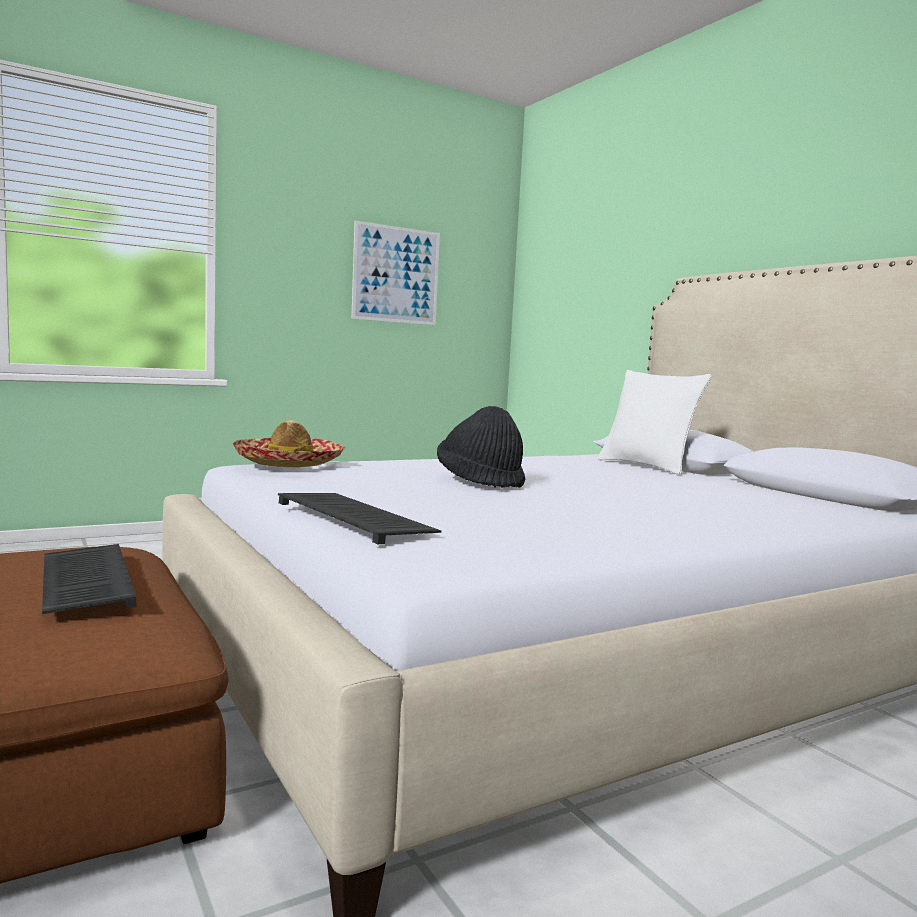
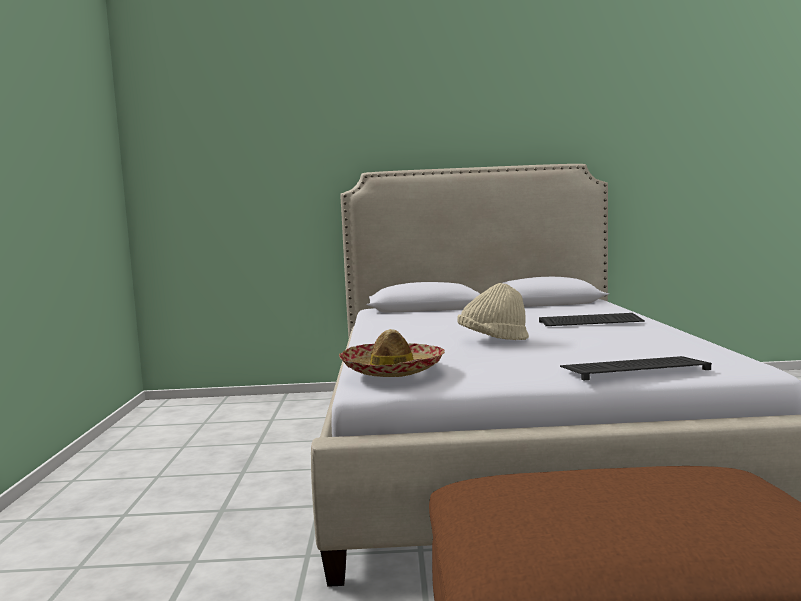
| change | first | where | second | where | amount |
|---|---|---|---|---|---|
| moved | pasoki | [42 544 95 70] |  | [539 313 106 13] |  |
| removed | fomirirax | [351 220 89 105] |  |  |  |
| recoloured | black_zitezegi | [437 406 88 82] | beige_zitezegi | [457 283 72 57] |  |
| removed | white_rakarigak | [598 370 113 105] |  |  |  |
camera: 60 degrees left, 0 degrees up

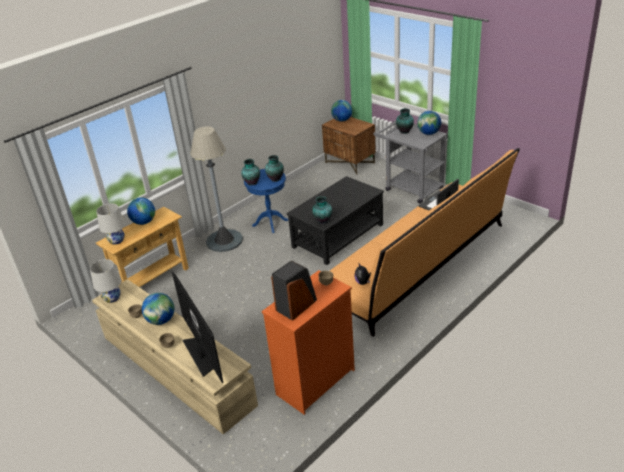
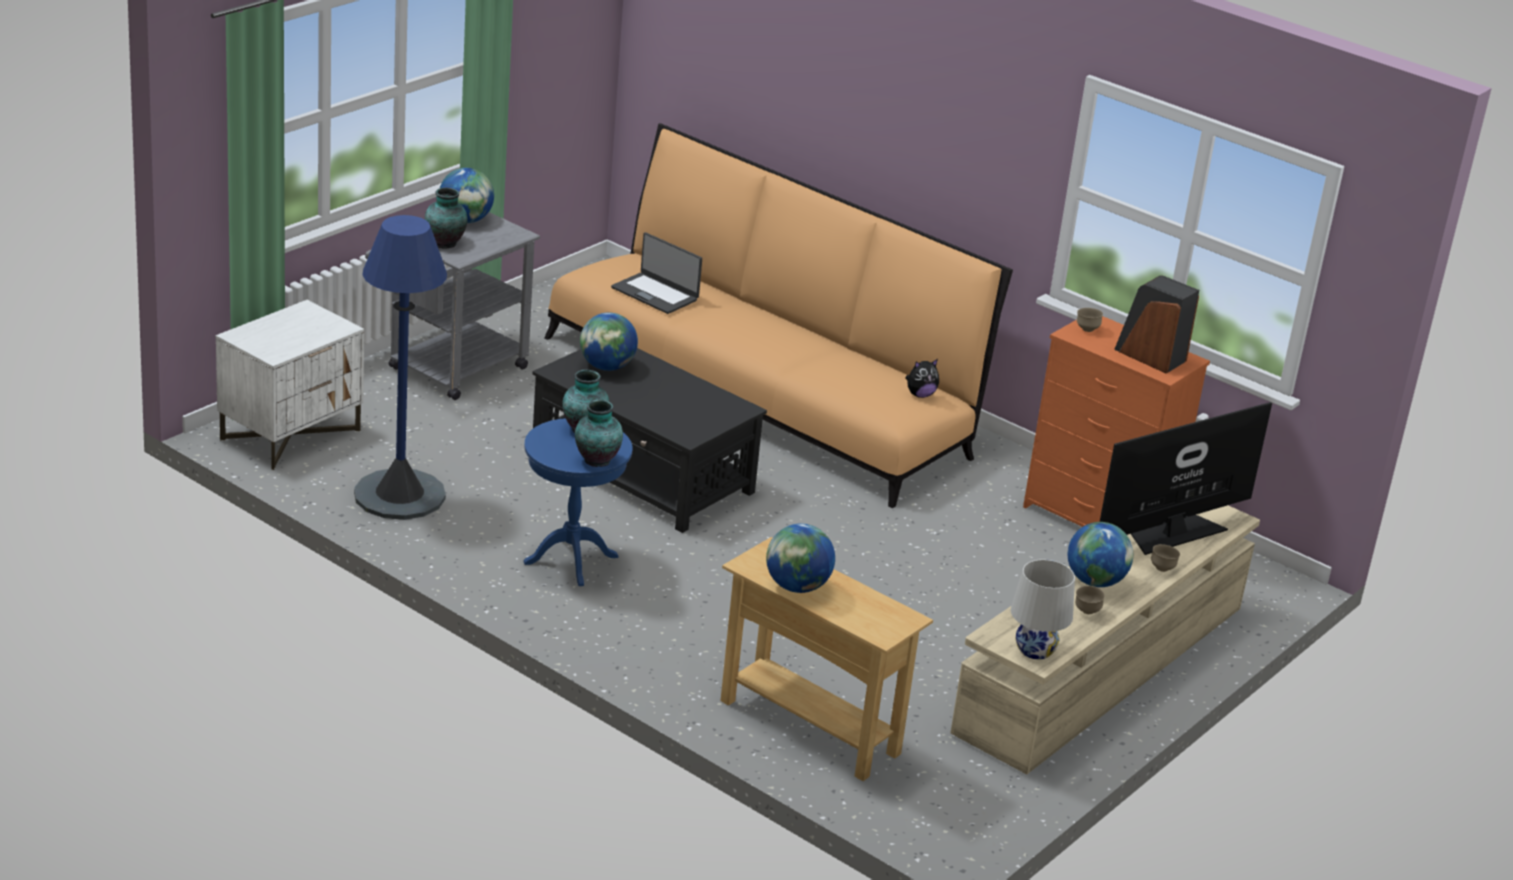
| change | first | where | second | where | amount |
|---|---|---|---|---|---|
| removed | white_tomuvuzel | [96 203 29 42] |  |  |  |
| removed | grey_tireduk | [190 127 53 125] |  |  |  |
| removed | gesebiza | [312 196 20 28] |  |  |  |
| recoloured | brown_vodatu | [322 117 54 58] | white_vodatu | [216 300 148 171] |  |
| moved | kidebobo | [331 100 21 22] |  | [580 312 58 59] |  |
| added |  |  | blue_tireduk | [354 215 93 305] |  |
camera: 100 degrees left, 5 degrees down

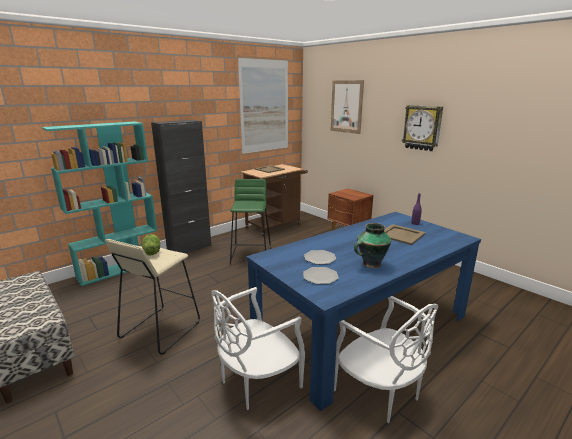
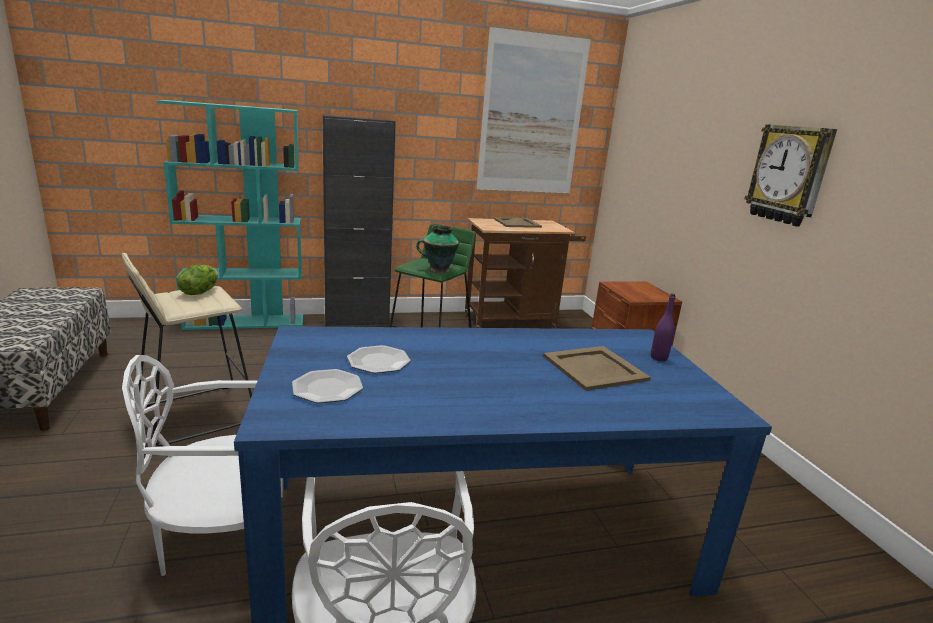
| change | first | where | second | where | amount |
|---|---|---|---|---|---|
| removed | fomirirax | [331 80 33 54] |  |  |  |
| moved | gesebiza | [354 223 38 45] |  | [416 225 43 48] |  |
camera: 25 degrees right, 0 degrees up

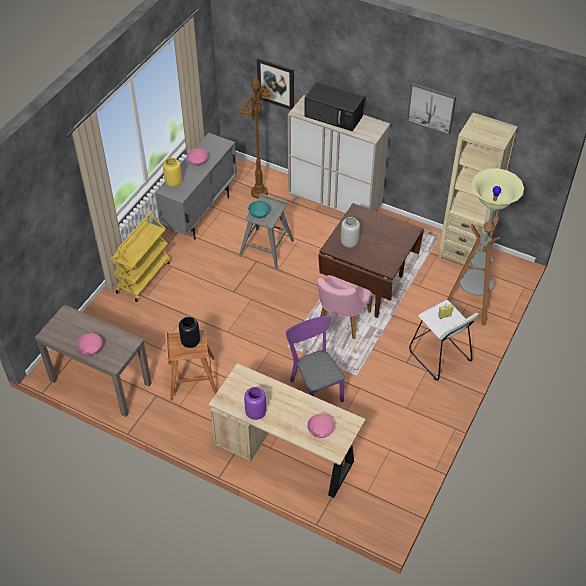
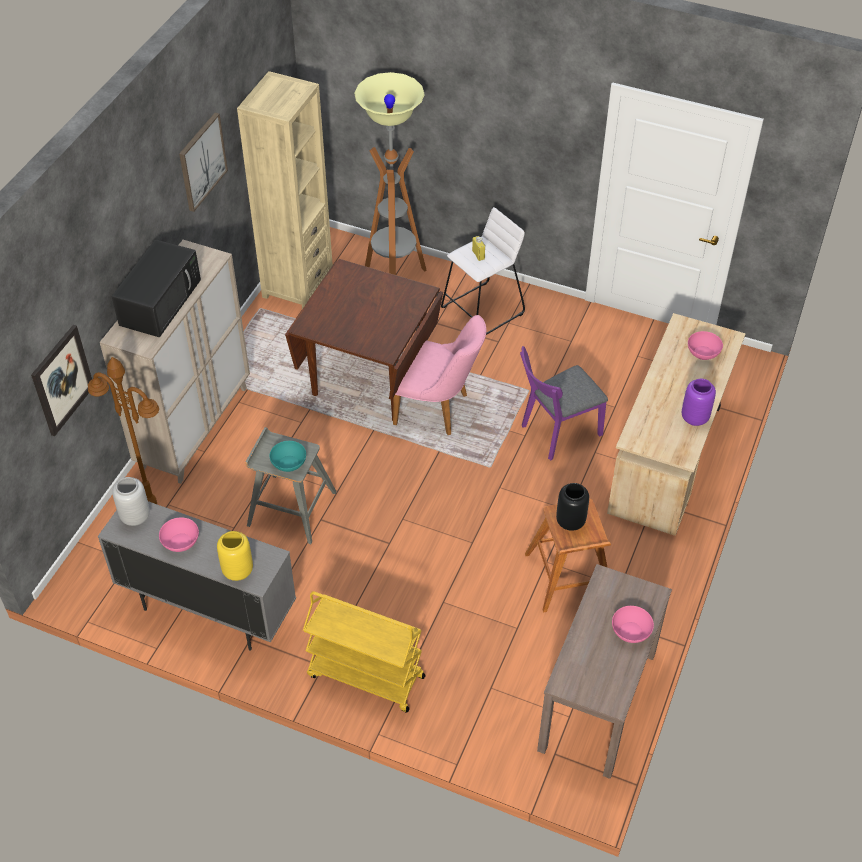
| change | first | where | second | where | amount |
|---|---|---|---|---|---|
| moved | grey_gesebiza | [341 217 19 31] |  | [112 477 38 49] |  |
camera: 95 degrees left, 0 degrees up

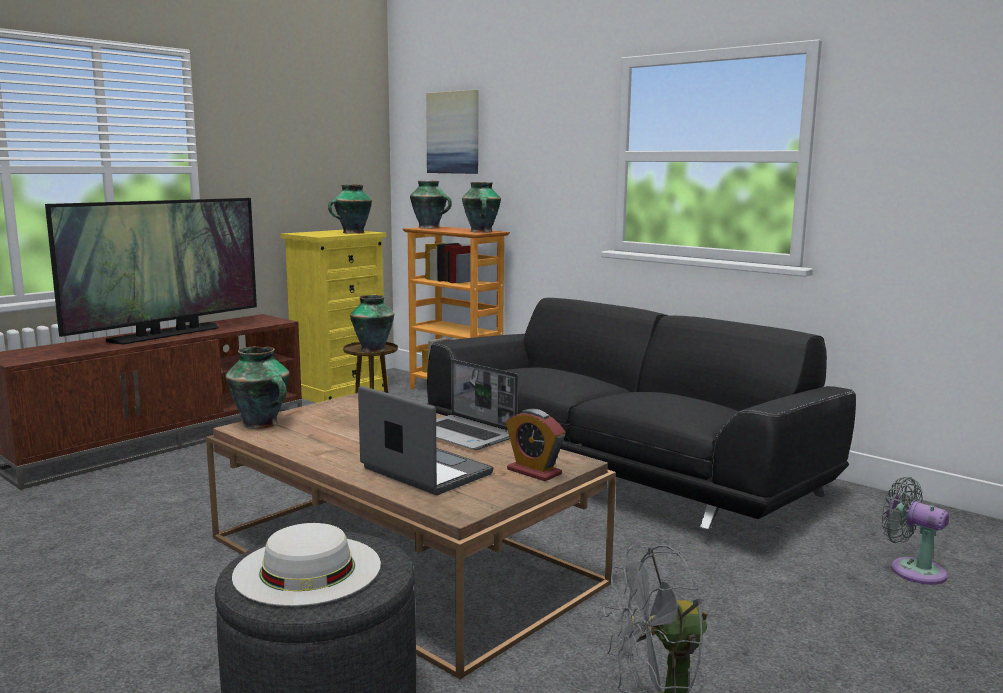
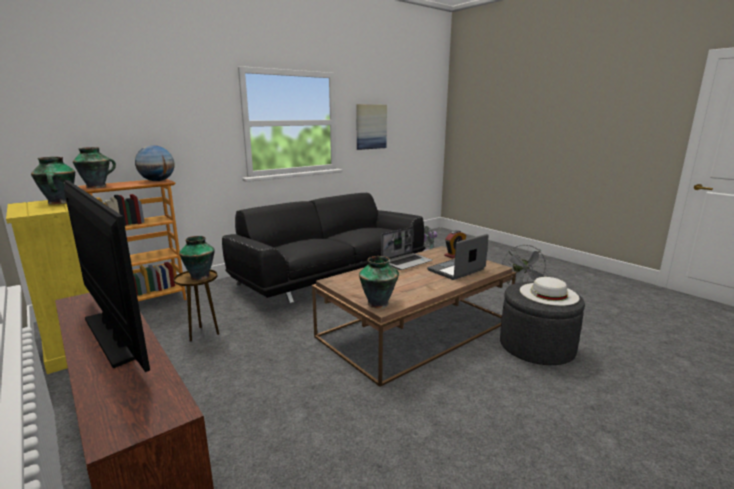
| change | first | where | second | where | amount |
|---|---|---|---|---|---|
| moved | fomirirax | [426 90 52 84] |  | [356 104 31 46] |  |
| replaced | gesebiza | [462 182 39 51] | kidebobo | [135 145 40 36] |  |
camera: 80 degrees left, 5 degrees up

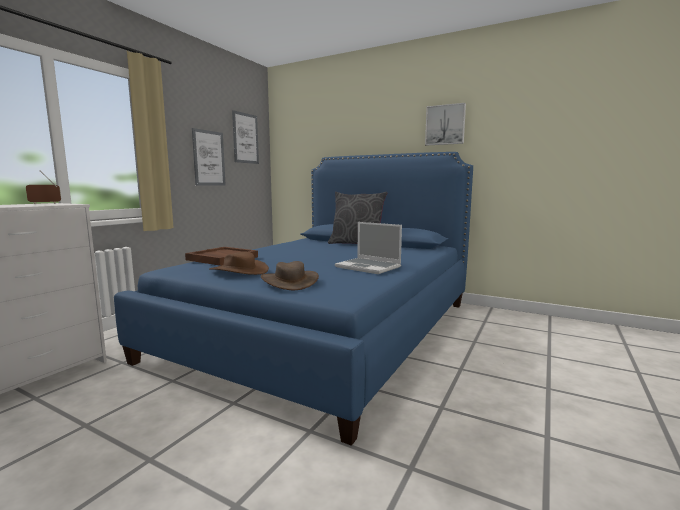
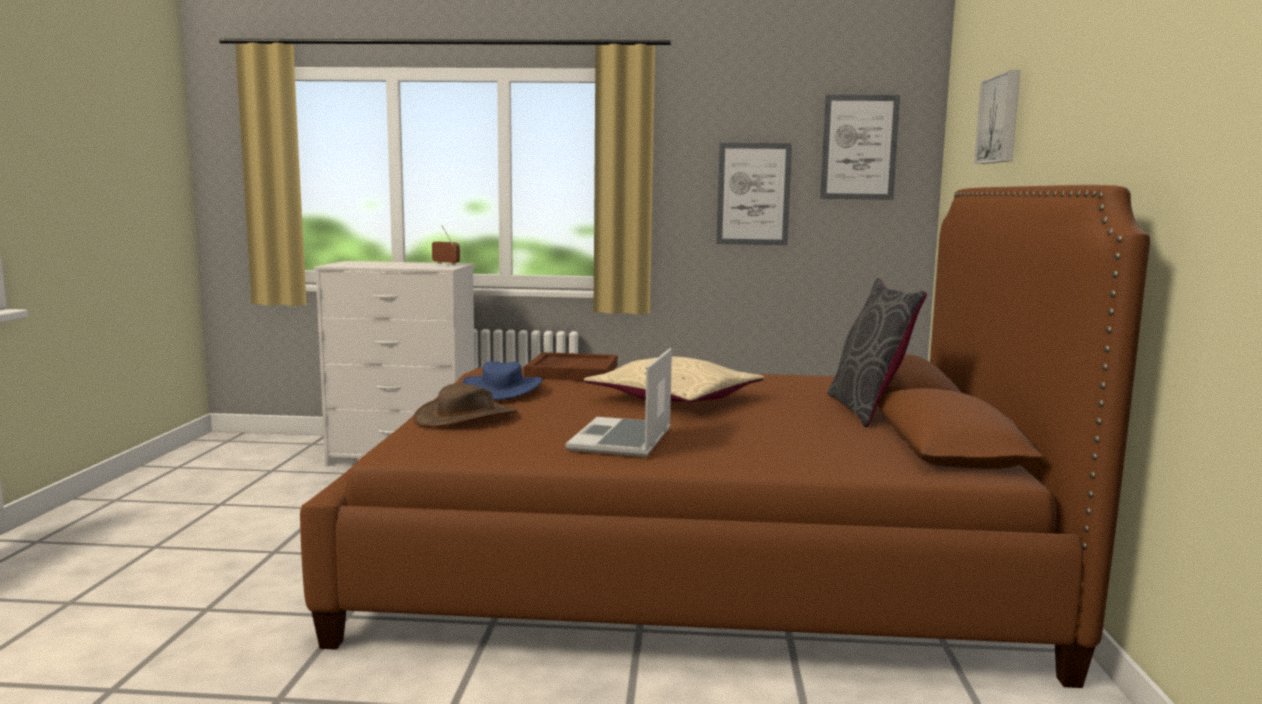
| change | first | where | second | where | amount |
|---|---|---|---|---|---|
| recoloured | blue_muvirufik | [114 152 359 294] | brown_muvirufik | [300 185 850 503] |  |
| recoloured | brown_zitezegi | [209 252 60 23] | blue_zitezegi | [463 361 80 39] |  |
| moved | fomirirax | [425 103 41 43] |  | [974 70 46 94] |  |
| added |  |  | beige_rakarigak | [584 357 180 46] |  |
camera: 65 degrees right, 0 degrees up

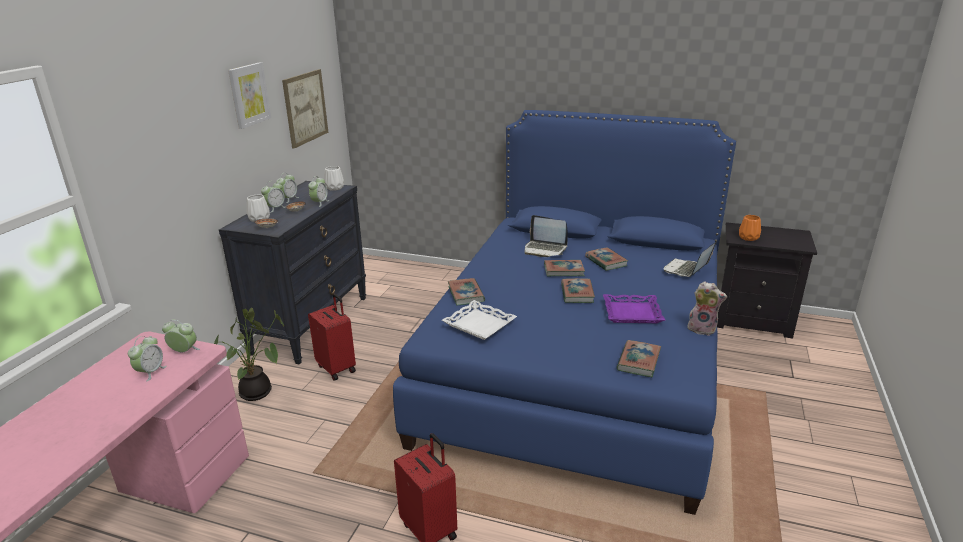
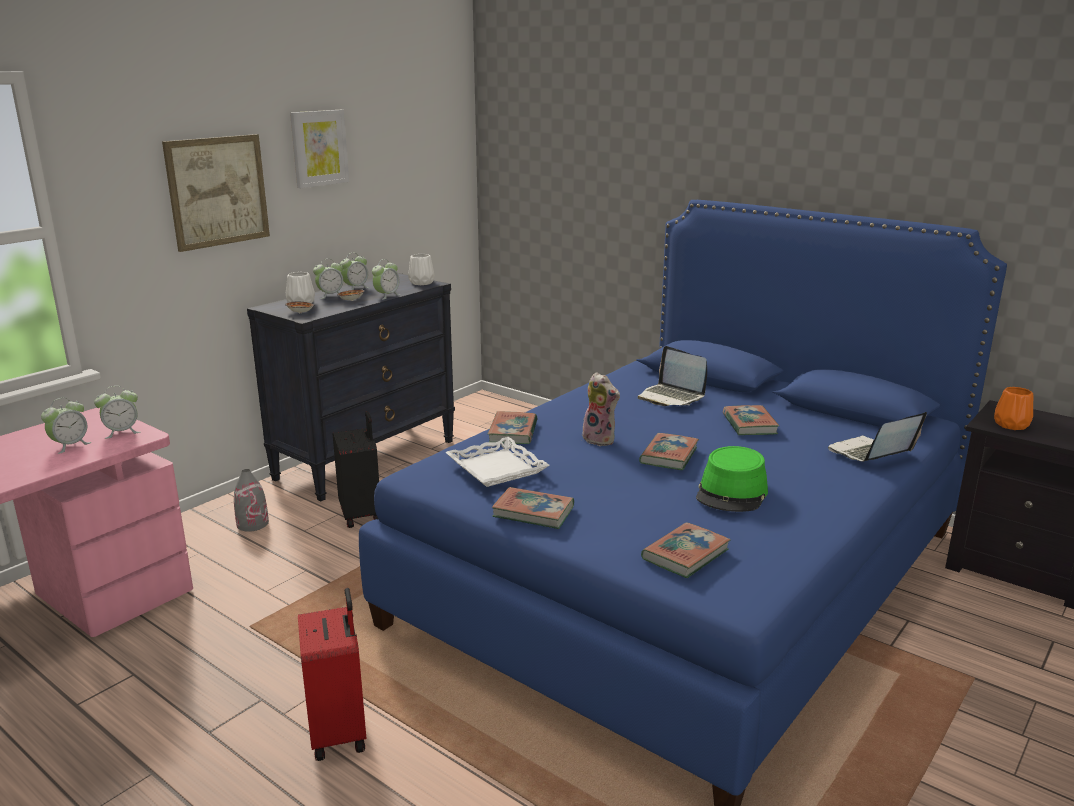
| change | first | where | second | where | amount |
|---|---|---|---|---|---|
| turned | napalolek | [162 320 38 32] |  | [94 386 47 53] | 120 degrees clockwise |
| replaced | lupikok | [214 308 70 93] | grey_gesebiza | [234 469 35 63] |  |
| moved | fomirirax | [282 69 46 80] |  | [162 134 108 118] |  |
| recoloured | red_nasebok | [308 294 48 86] | black_nasebok | [333 411 46 117] |  |
| moved | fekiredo | [544 260 41 16] |  | [492 487 82 42] |  |
| replaced | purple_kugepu | [603 294 62 29] | green_zitezegi | [696 446 72 66] |  |
| moved | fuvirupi | [687 281 40 54] |  | [582 372 38 74] |  |
camera: 20 degrees right, 5 degrees down

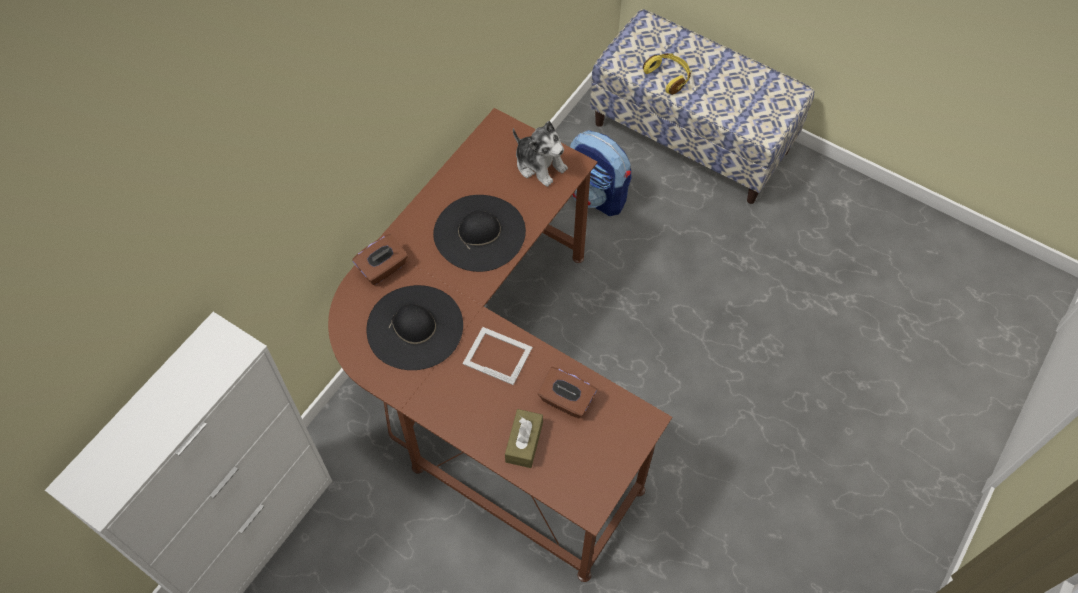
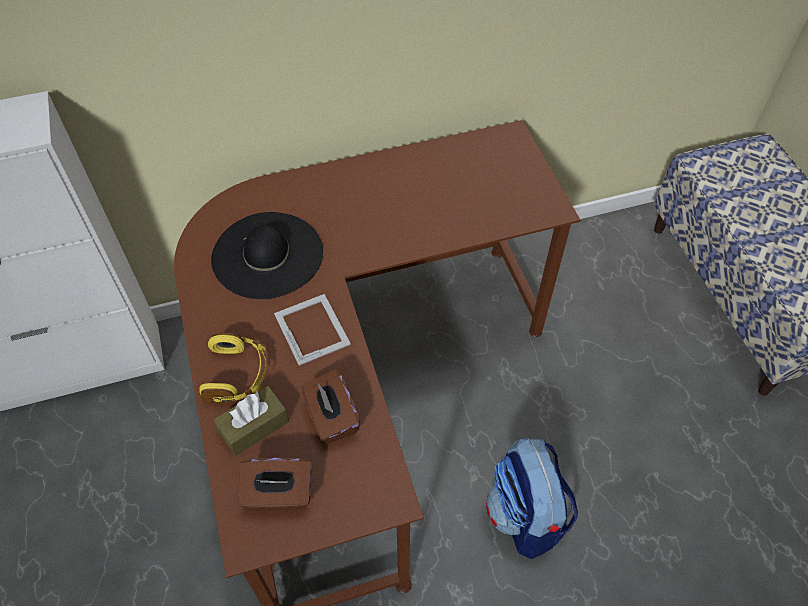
| change | first | where | second | where | amount |
|---|---|---|---|---|---|
| moved | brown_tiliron | [352 234 56 51] |  | [238 458 74 52] |  |
| removed | black_zitezegi | [433 195 93 77] |  |  |  |
| removed | fuvirupi | [513 121 55 66] |  |  |  |
| moved | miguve | [570 130 62 86] |  | [486 438 92 121] |  |
| moved | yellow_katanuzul | [643 53 49 42] |  | [199 332 68 72] |  |
camera: 40 degrees right, 5 degrees down

